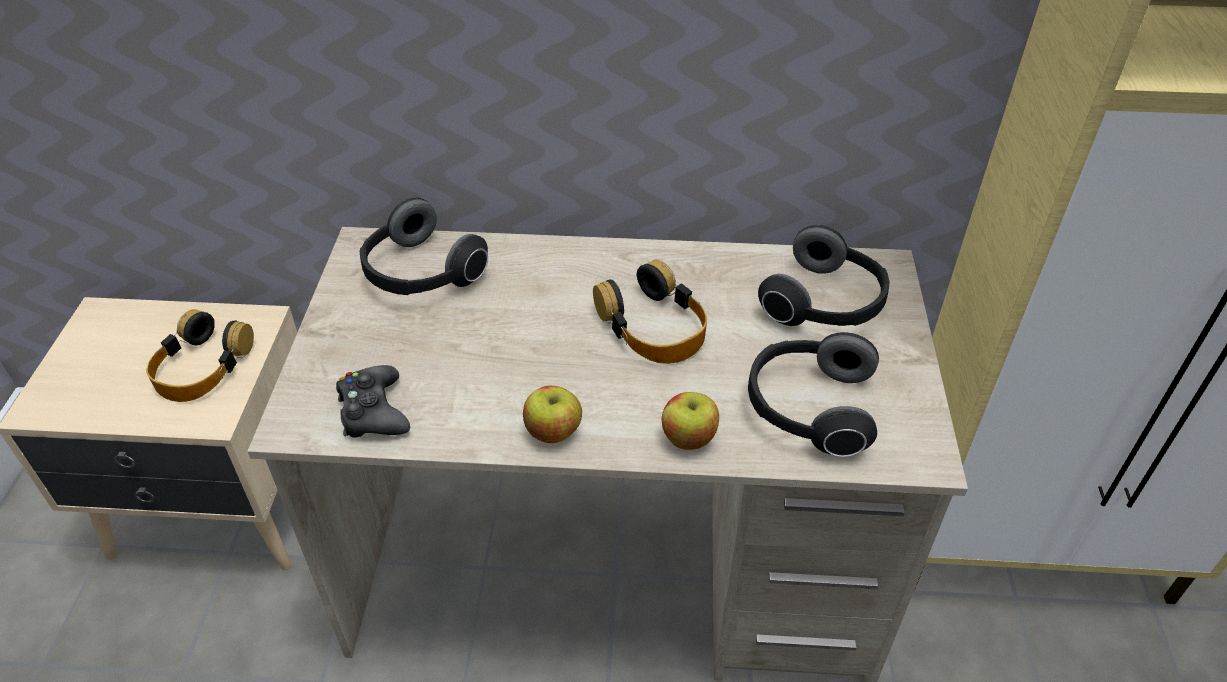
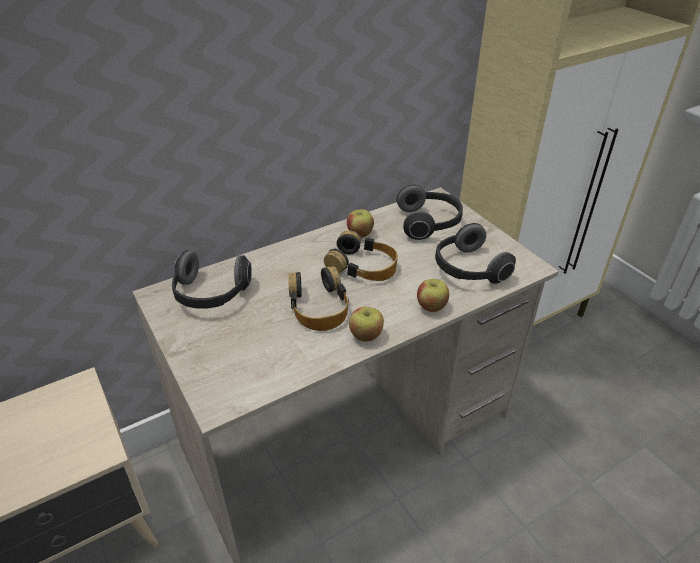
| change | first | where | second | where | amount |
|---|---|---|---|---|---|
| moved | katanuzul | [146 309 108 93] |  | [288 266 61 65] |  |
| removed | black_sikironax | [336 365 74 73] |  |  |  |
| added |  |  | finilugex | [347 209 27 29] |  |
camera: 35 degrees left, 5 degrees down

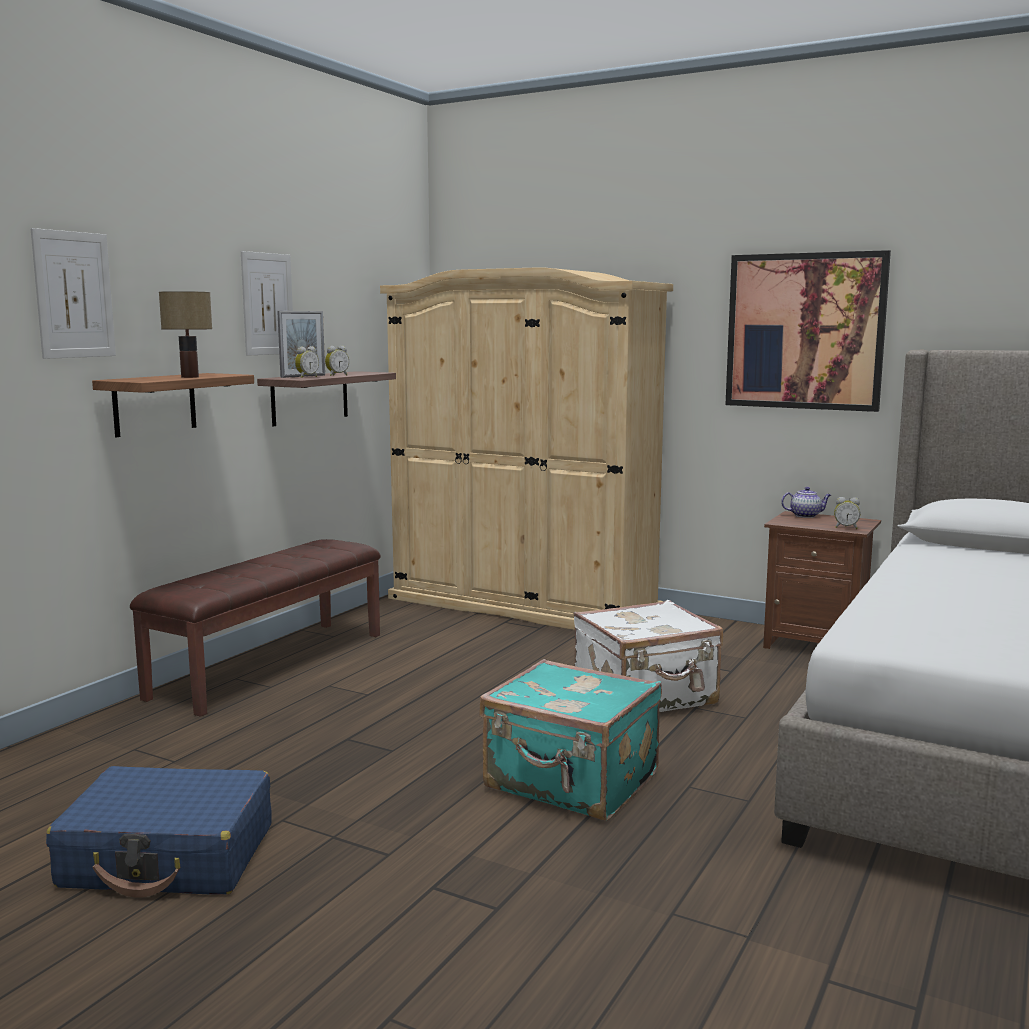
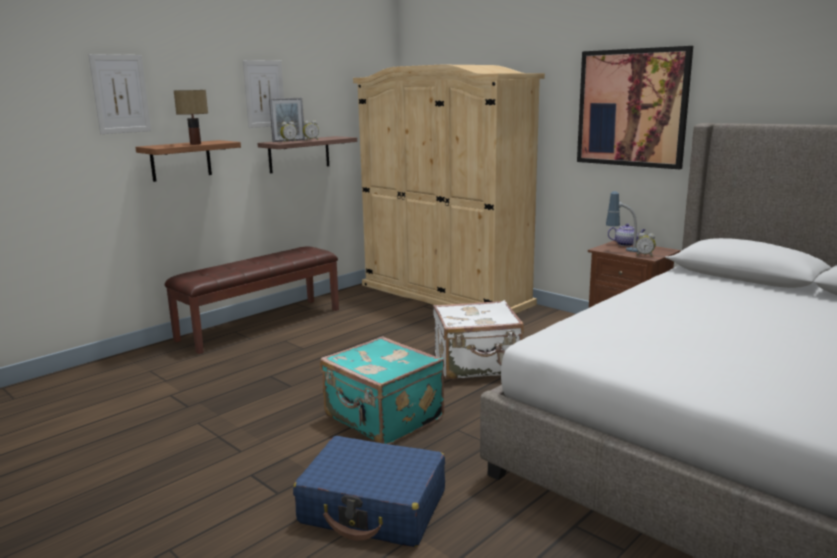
| change | first | where | second | where | amount |
|---|---|---|---|---|---|
| moved | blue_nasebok | [46 766 226 132] |  | [293 436 152 111] |  |
| added |  |  | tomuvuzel | [606 191 32 61] |  |
camera: 15 degrees right, 5 degrees up

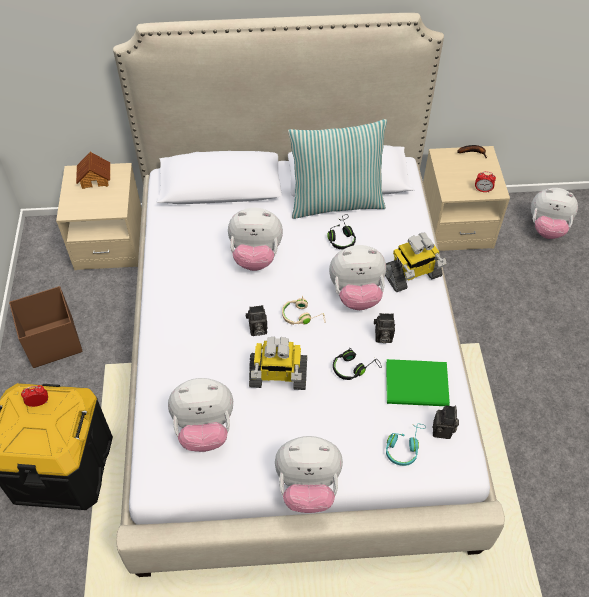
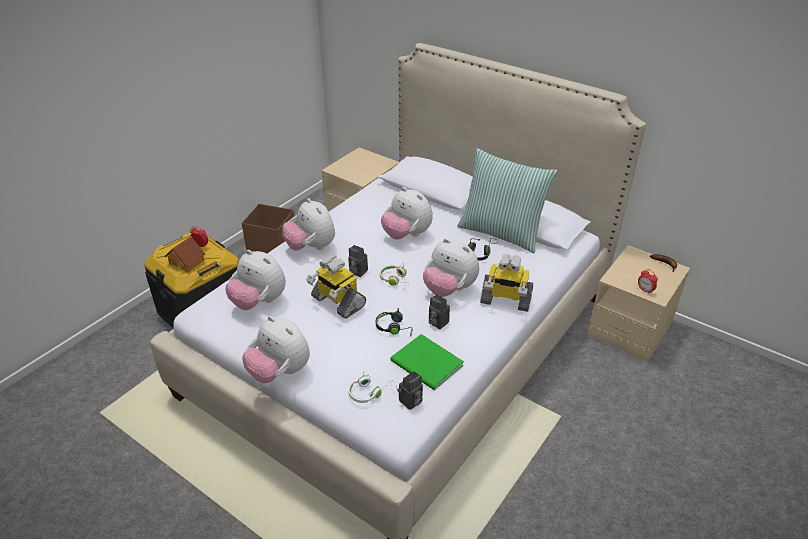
| change | first | where | second | where | amount |
|---|---|---|---|---|---|
| moved | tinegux | [76 152 34 37] |  | [164 236 41 36] |  |
| recoloured | turquoise_katanuzul | [386 424 40 42] | white_katanuzul | [348 371 49 32] |  |
| moved | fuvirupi | [531 188 47 51] |  | [282 198 53 53] |  |
camera: 40 degrees right, 15 degrees down

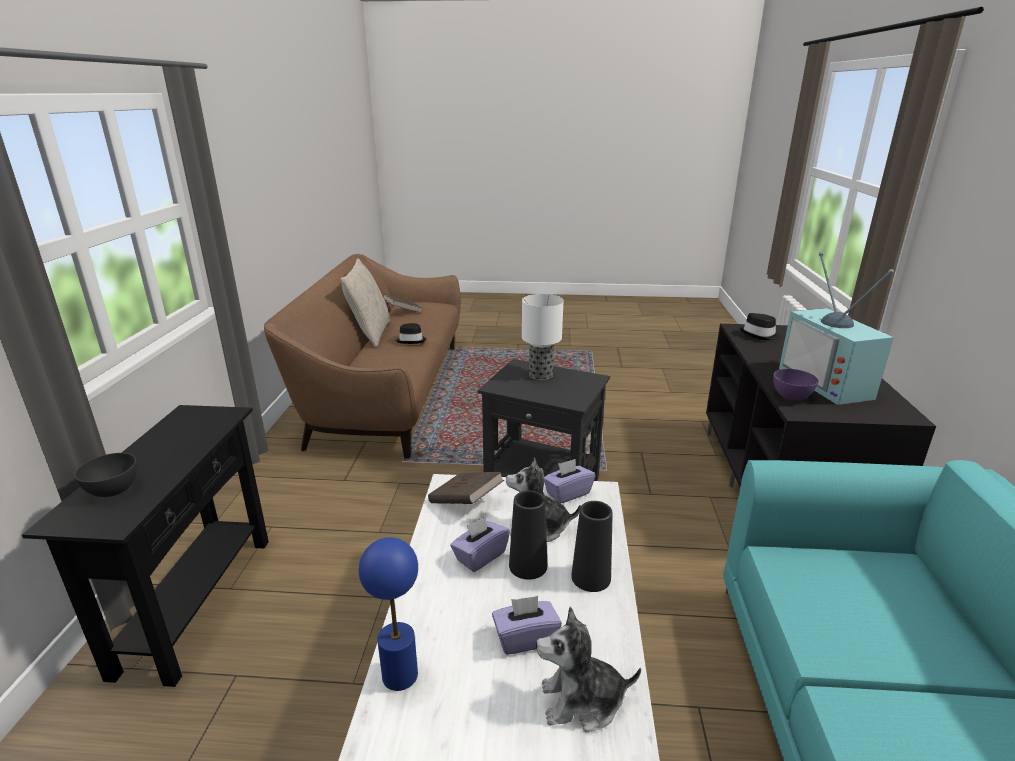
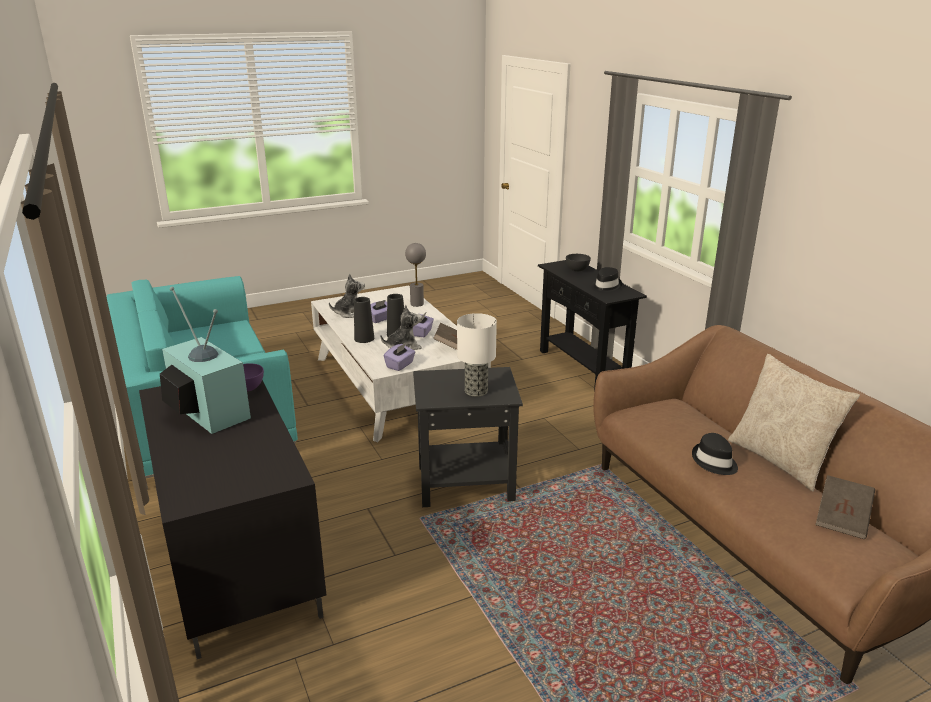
| change | first | where | second | where | amount |
|---|---|---|---|---|---|
| recoloured | blue_tomuvuzel | [359 537 59 154] | grey_tomuvuzel | [405 243 21 64] |  |
| moved | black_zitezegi | [739 313 42 27] |  | [591 267 31 26] |  |
camera: 150 degrees right, 0 degrees up

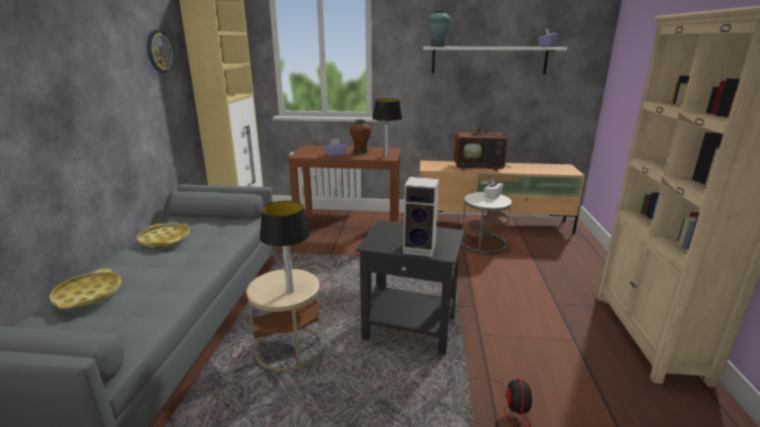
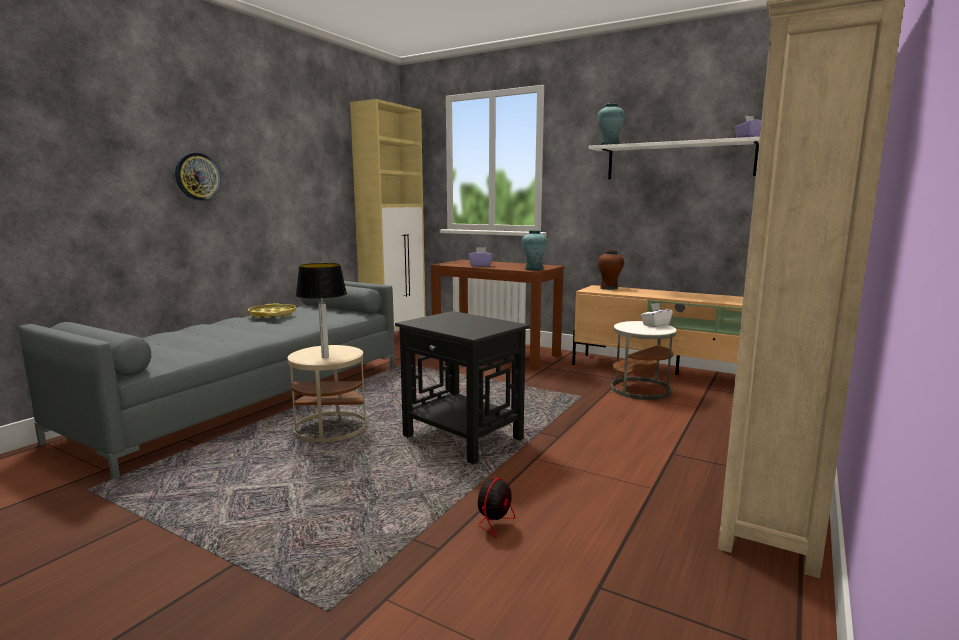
| change | first | where | second | where | amount |
|---|---|---|---|---|---|
| removed | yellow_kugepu | [49 269 73 40] |  |  |  |
| moved | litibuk | [147 30 27 43] |  | [175 153 46 47] |  |
| moved | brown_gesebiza | [350 120 21 34] |  | [598 250 26 40] |  |
| replaced | tomuvuzel | [372 99 30 58] | turquoise_gesebiza | [521 230 27 41] |  |
| removed | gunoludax | [403 177 36 80] |  |  |  |
| removed | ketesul | [454 106 56 65] |  |  |  |
camera: 25 degrees right, 10 degrees down

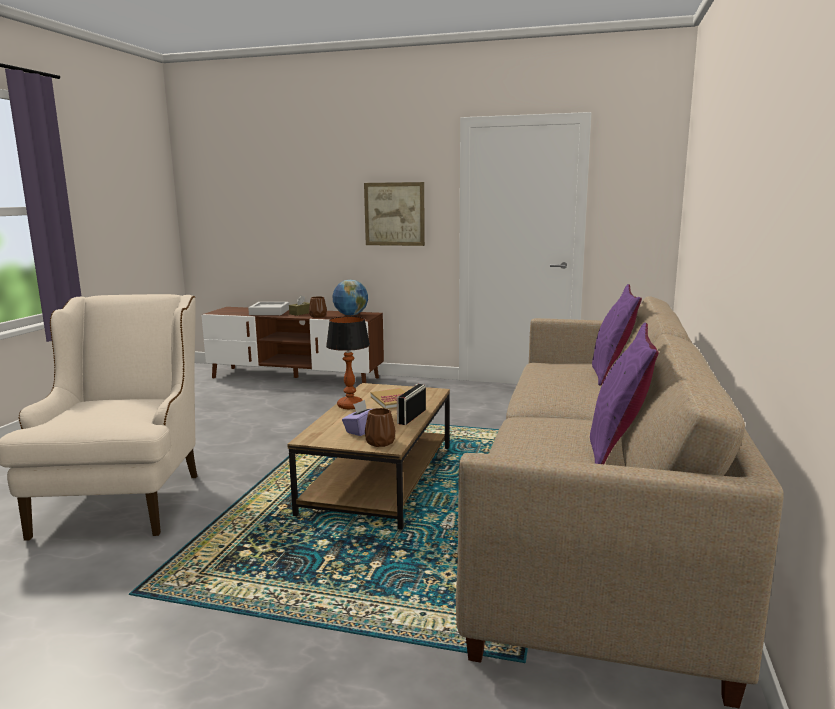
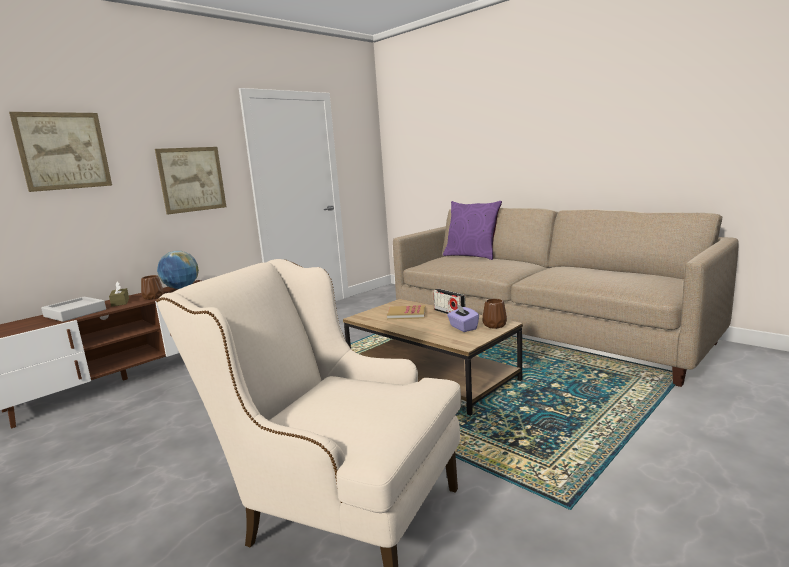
| change | first | where | second | where | amount |
|---|---|---|---|---|---|
| removed | tomuvuzel | [326 316 44 93] |  |  |  |
| removed | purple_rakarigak | [590 323 69 141] |  |  |  |
| added |  |  | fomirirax | [9 112 103 80] |  |
camera: 60 degrees left, 0 degrees up

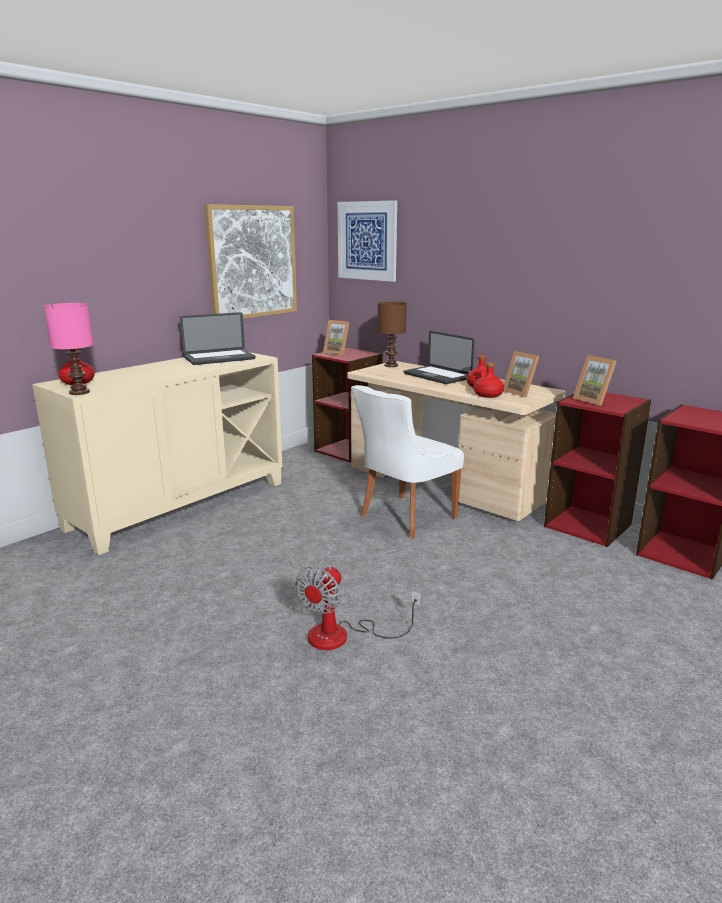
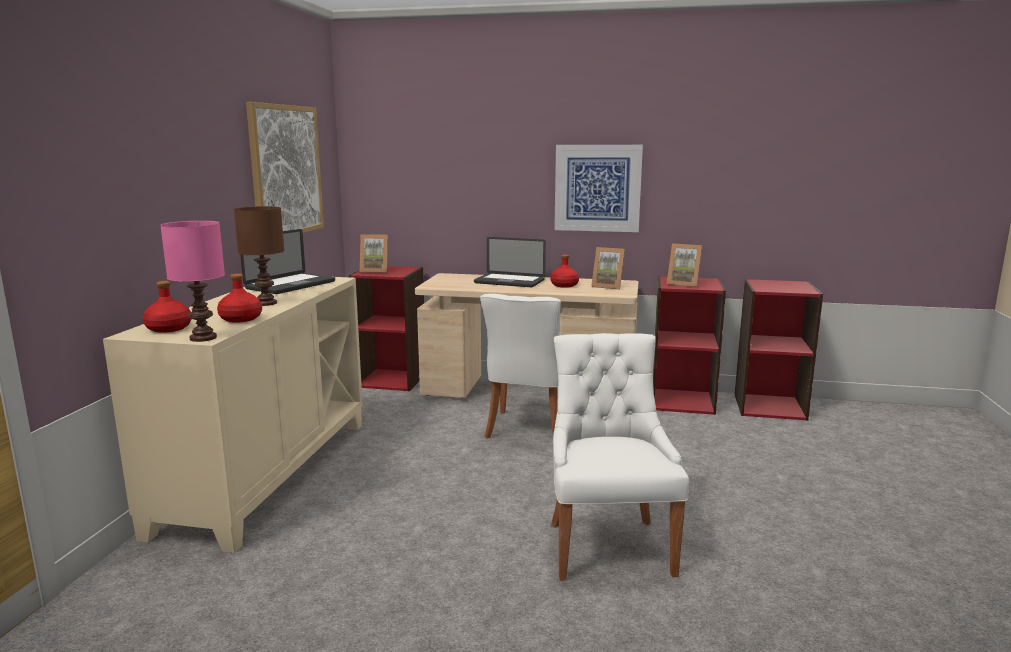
| change | first | where | second | where | amount |
|---|---|---|---|---|---|
| replaced | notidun | [295 565 126 85] | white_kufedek | [551 333 138 247] |  |
| moved | fomirirax | [337 200 60 82] |  | [554 145 89 87] |  |
| moved | brown_tomuvuzel | [377 302 30 65] |  | [234 206 50 100] |  |
| moved | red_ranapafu | [474 362 30 36] |  | [217 273 45 50] |  |
camera: 30 degrees left, 5 degrees down

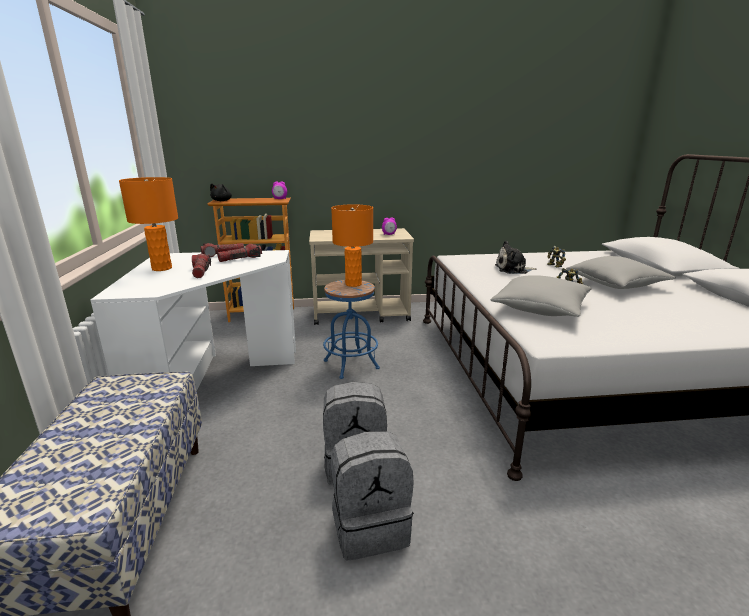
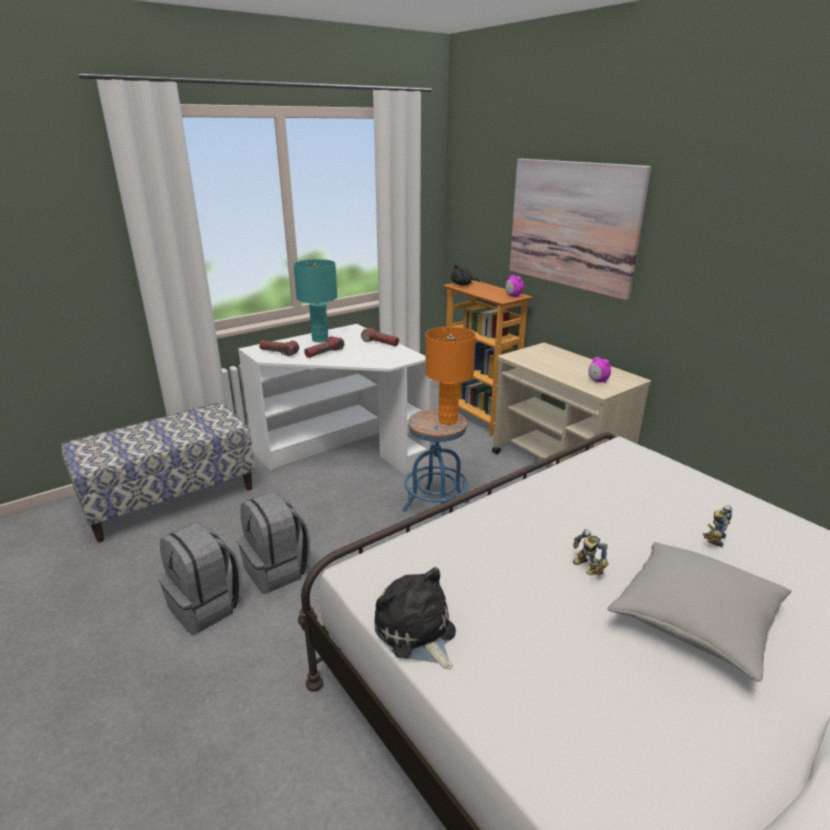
| change | first | where | second | where | amount |
|---|---|---|---|---|---|
| recoloured | orange_tomuvuzel | [119 177 59 94] | turquoise_tomuvuzel | [294 259 43 83] |  |
| moved | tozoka | [217 244 45 18] |  | [259 340 40 16] |  |
| removed | grey_rakarigak | [491 275 101 42] |  |  |  |
| moved | fuvirupi | [495 241 42 33] |  | [375 567 81 103] |  |
| added |  |  | fomirirax | [509 159 142 141] |  |
camera: 60 degrees right, 5 degrees up

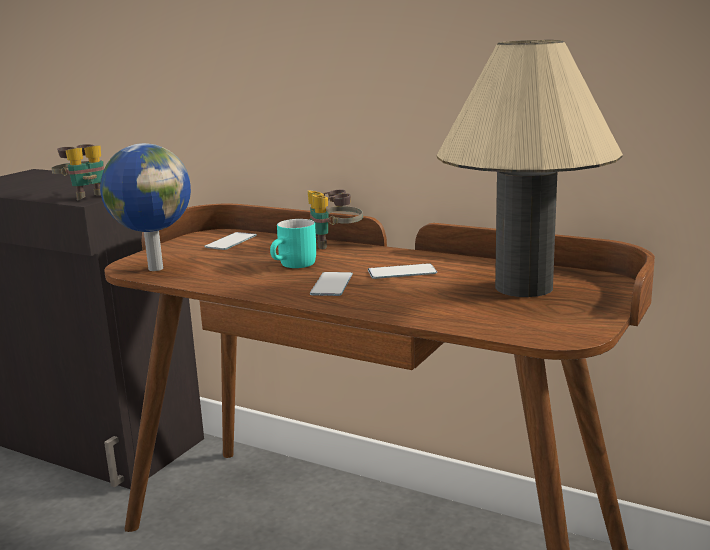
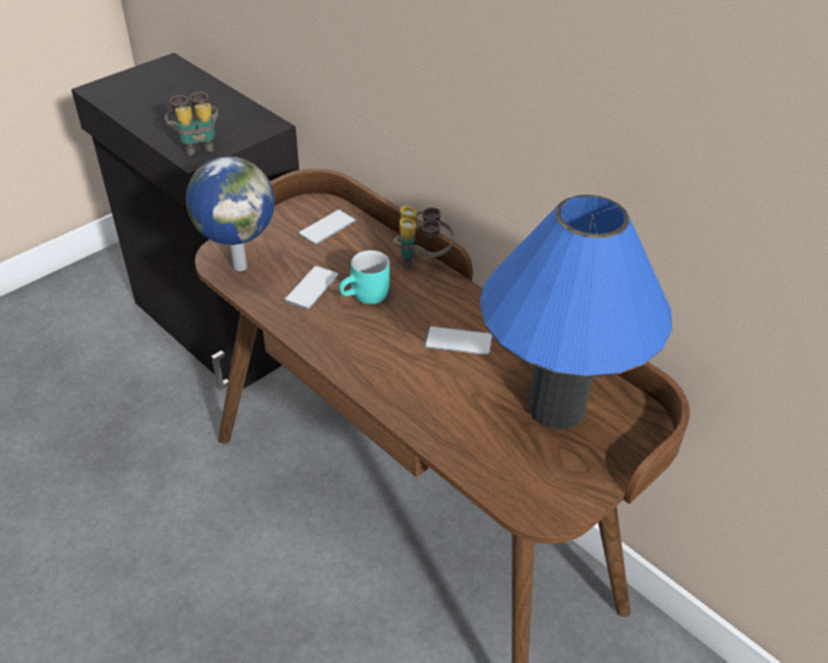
| change | first | where | second | where | amount |
|---|---|---|---|---|---|
| moved | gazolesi | [310 272 43 24] |  | [284 266 55 43] |  |
| recoloured | beige_tomuvuzel | [436 40 187 257] | blue_tomuvuzel | [480 195 192 235] |  |
camera: 15 degrees right, 25 degrees up

